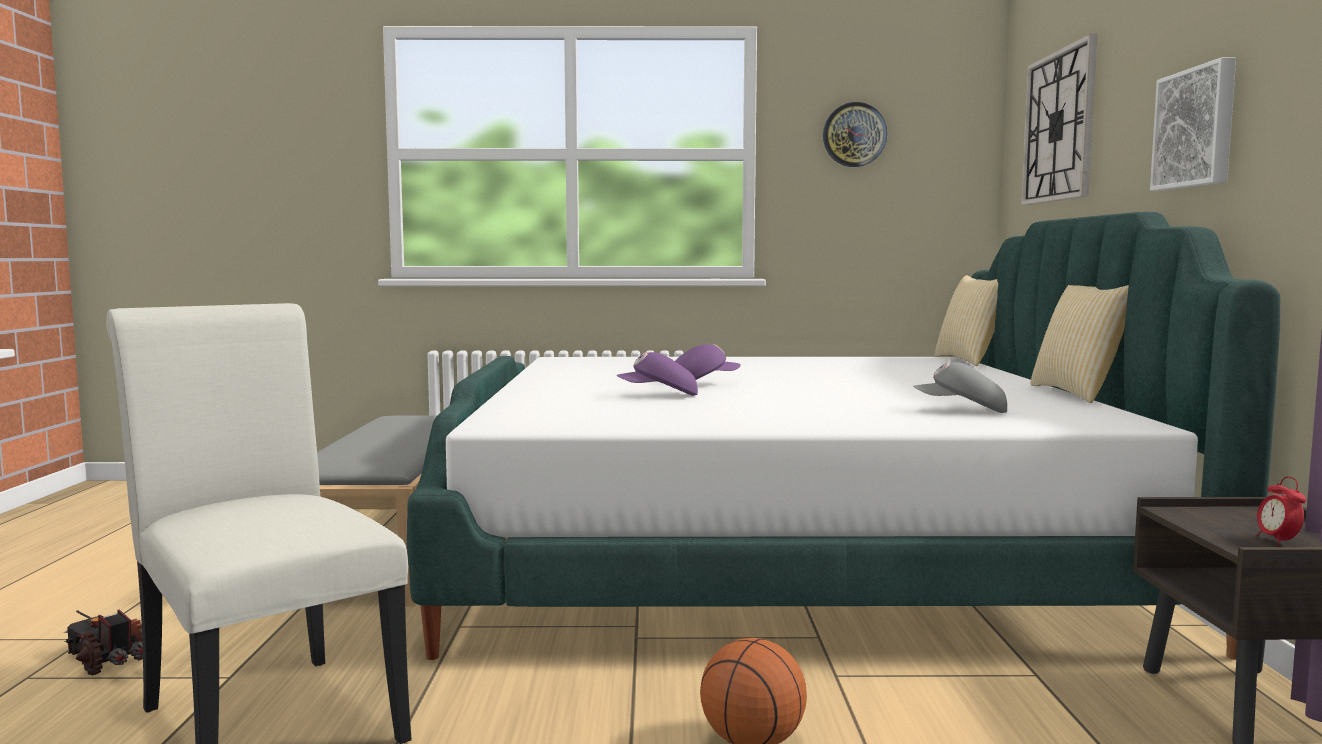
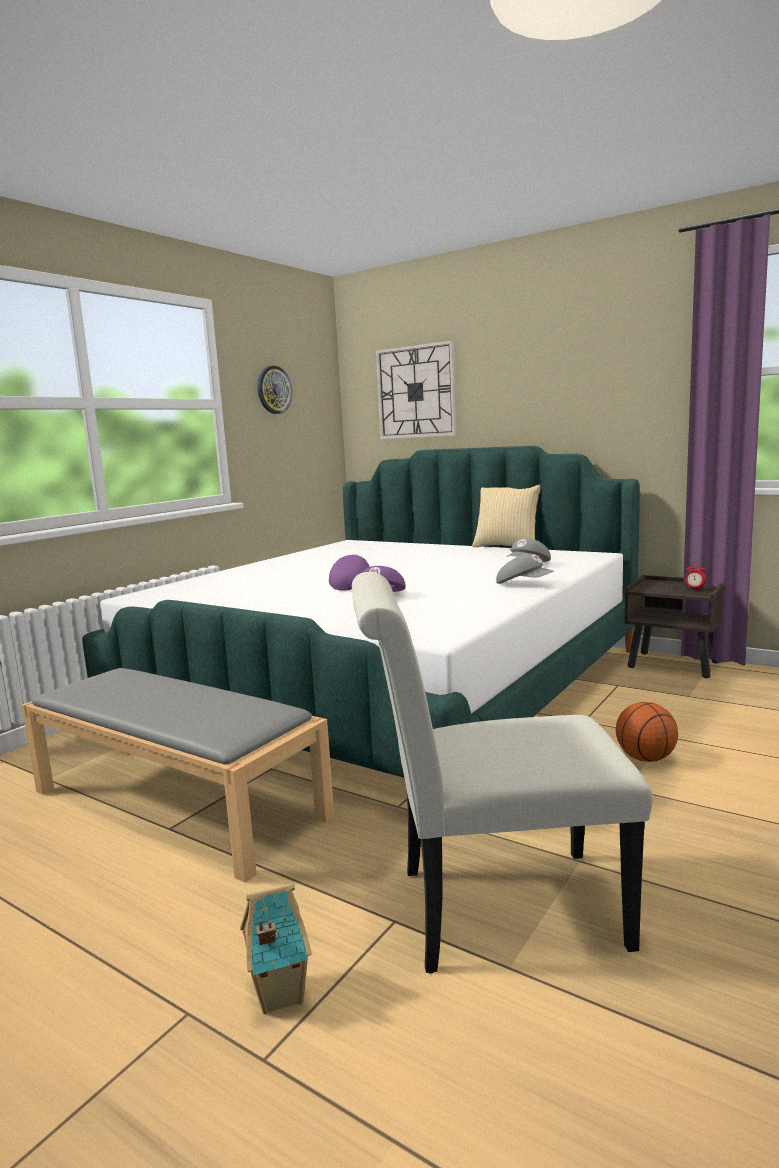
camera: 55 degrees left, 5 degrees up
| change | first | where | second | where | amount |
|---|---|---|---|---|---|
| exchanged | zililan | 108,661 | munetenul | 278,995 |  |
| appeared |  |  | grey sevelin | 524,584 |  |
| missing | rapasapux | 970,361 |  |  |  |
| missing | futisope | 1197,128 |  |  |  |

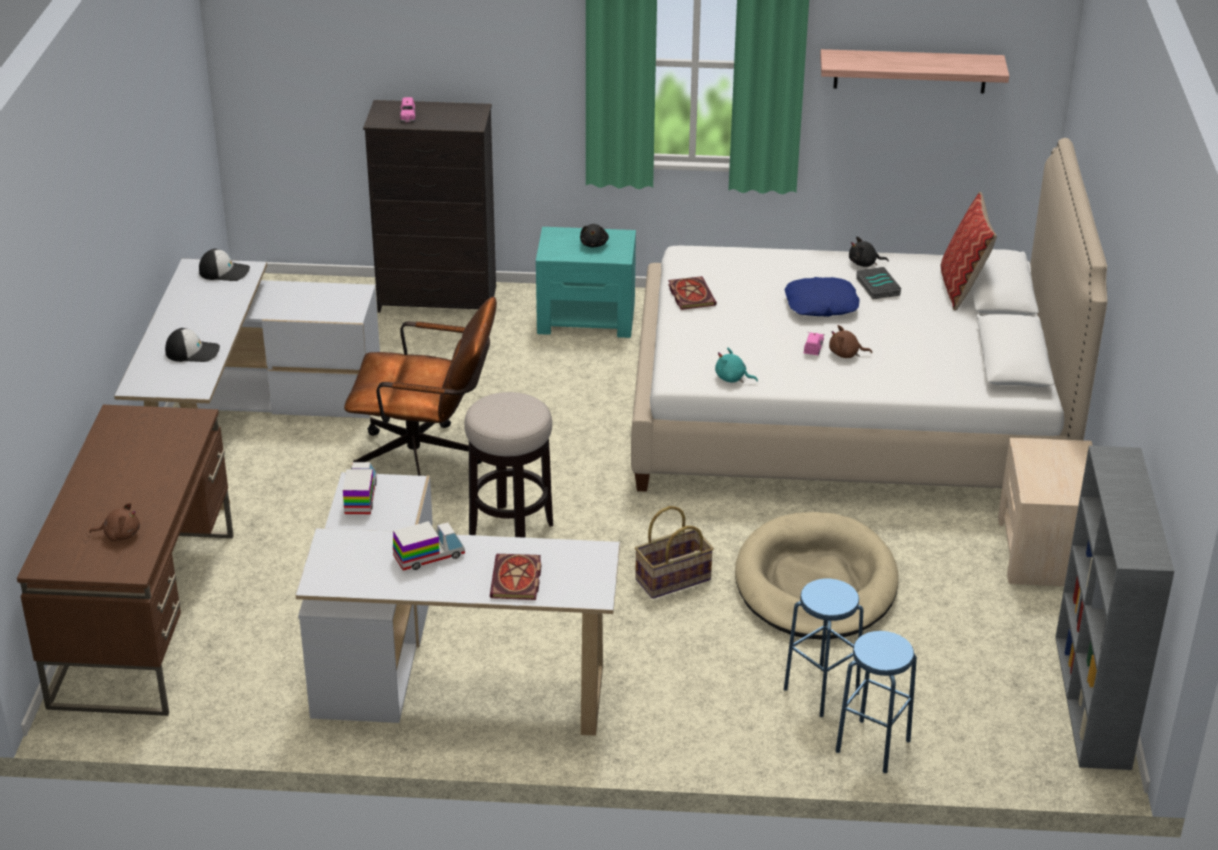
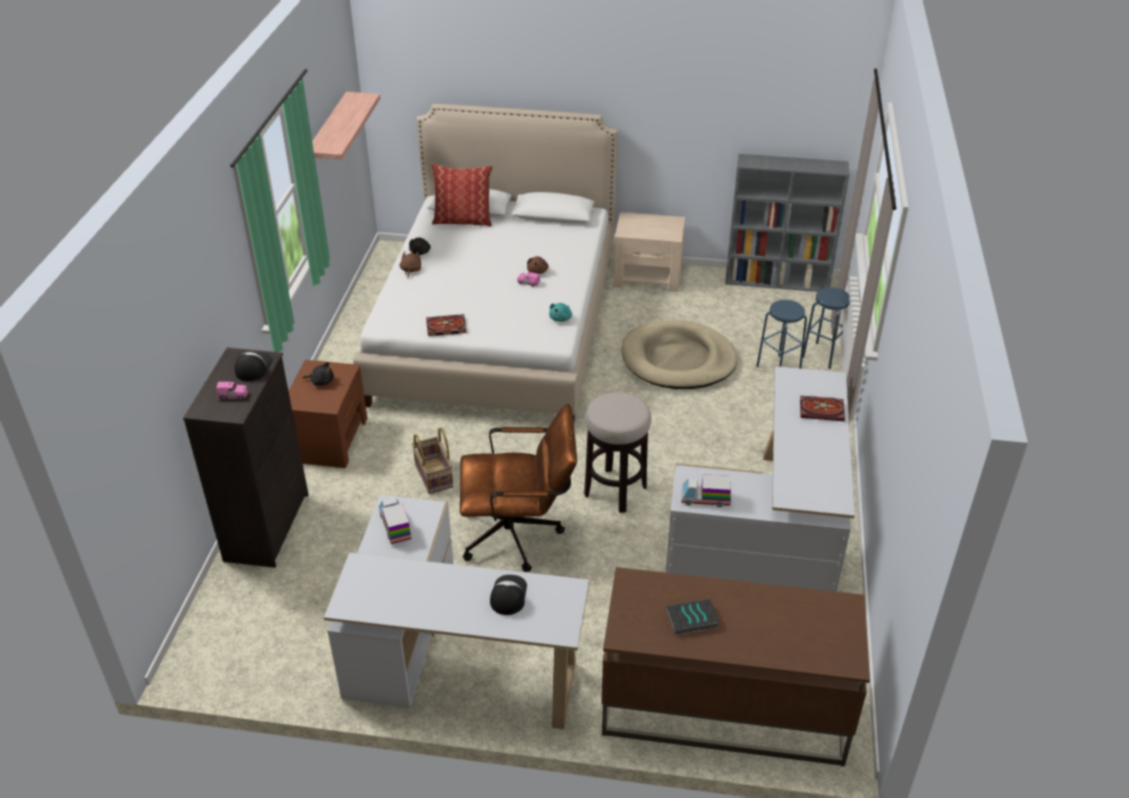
camera: 85 degrees left, 5 degrees up
| change | first | where | second | where | amount |
|---|---|---|---|---|---|
| relocated | sevelin | 224,271 |  | 253,367 |  |
| colour | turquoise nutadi | 587,318 | brown nutadi | 329,439 |  |
| relocated | zililan | 429,556 |  | 395,526 |  |
| relocated | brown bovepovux | 120,534 |  | 410,270 |  |
| relocated | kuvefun | 673,580 |  | 434,475 |  |
| spun | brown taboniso | 427,461 |  | 519,535 | 75 degrees clockwise |
| relocated | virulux | 876,286 |  | 691,620 |  |
| missing | blue rapasapux | 821,305 |  |  |  |

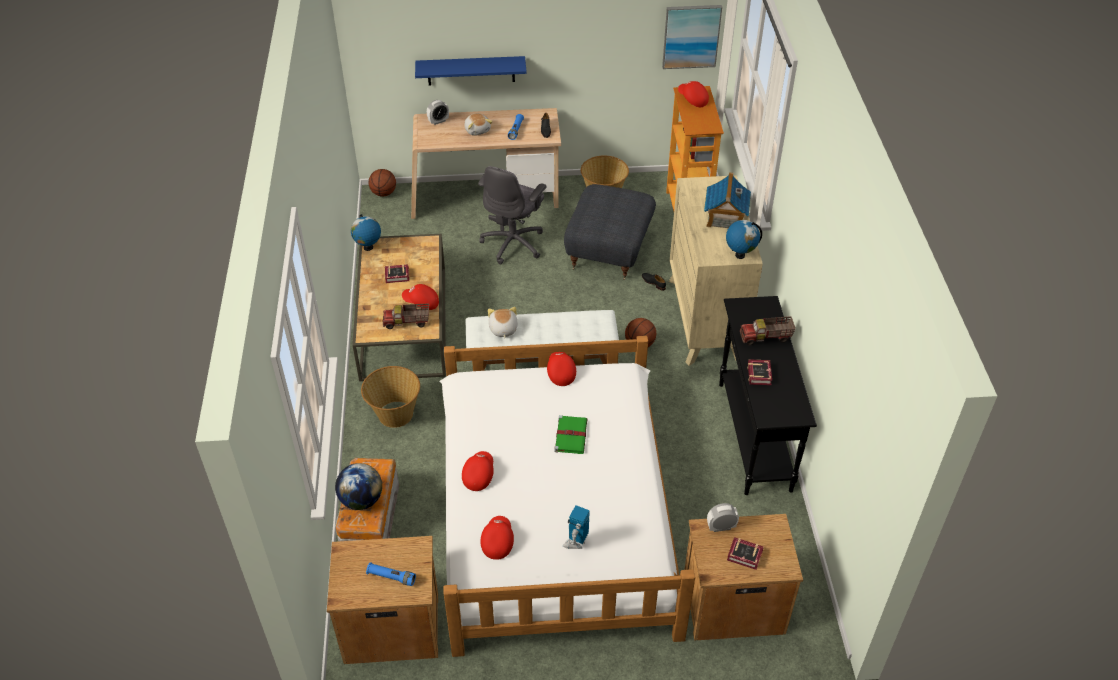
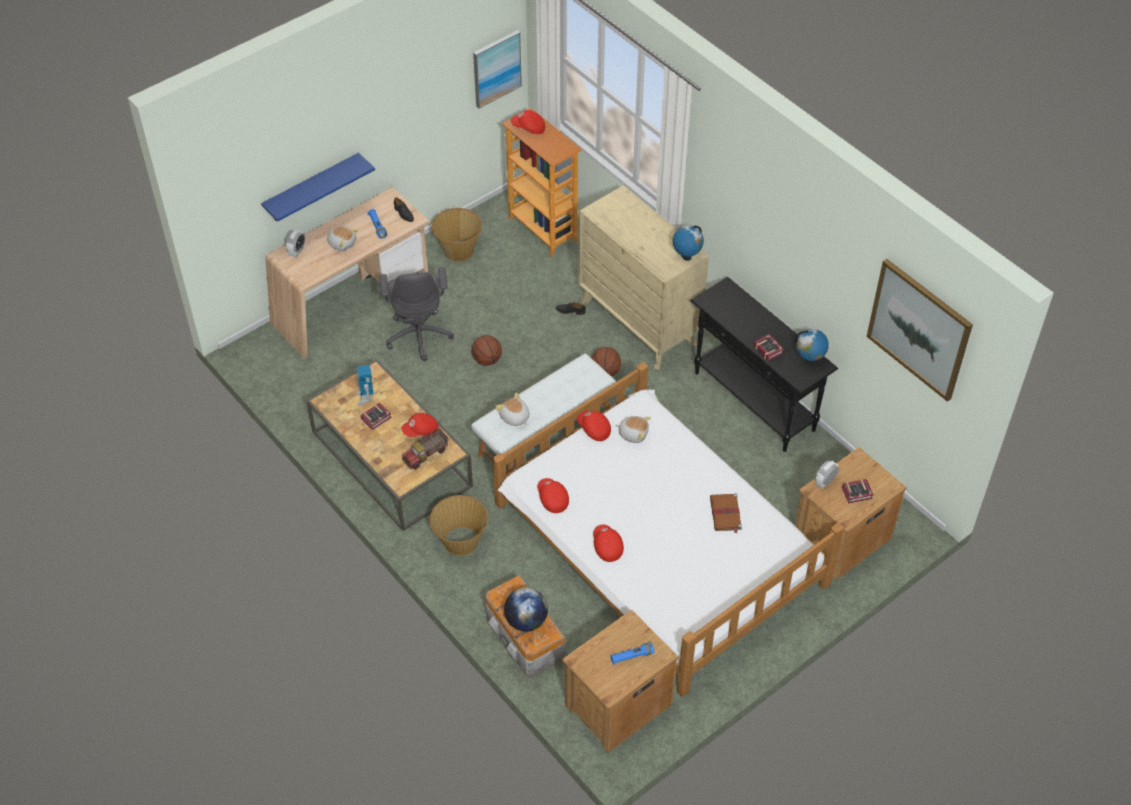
camera: 35 degrees left, 5 degrees up
| change | first | where | second | where | amount |
|---|---|---|---|---|---|
| relocated | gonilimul | 576,542 |  | 365,397 |  |
| relocated | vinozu | 383,193 |  | 487,360 |  |
| relocated | red sevelin | 497,542 |  | 552,499 |  |
| appeared |  |  | bovepovux | 633,433 |  |
| appeared |  |  | brown virulux | 725,514 |  |
| relocated | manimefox | 368,248 |  | 809,360 |  |
| appeared |  |  | futisope | 919,329 |  |
| missing | green virulux | 571,435 |  |  |  |
| missing | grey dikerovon | 610,251 |  |  |  |
| missing | munetenul | 725,218 |  |  |  |
| missing | zililan | 766,338 |  |  |  |

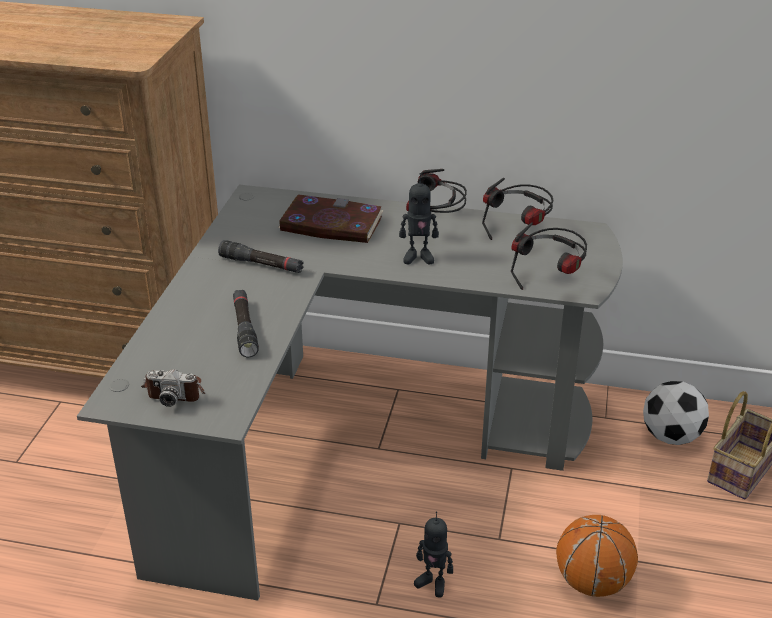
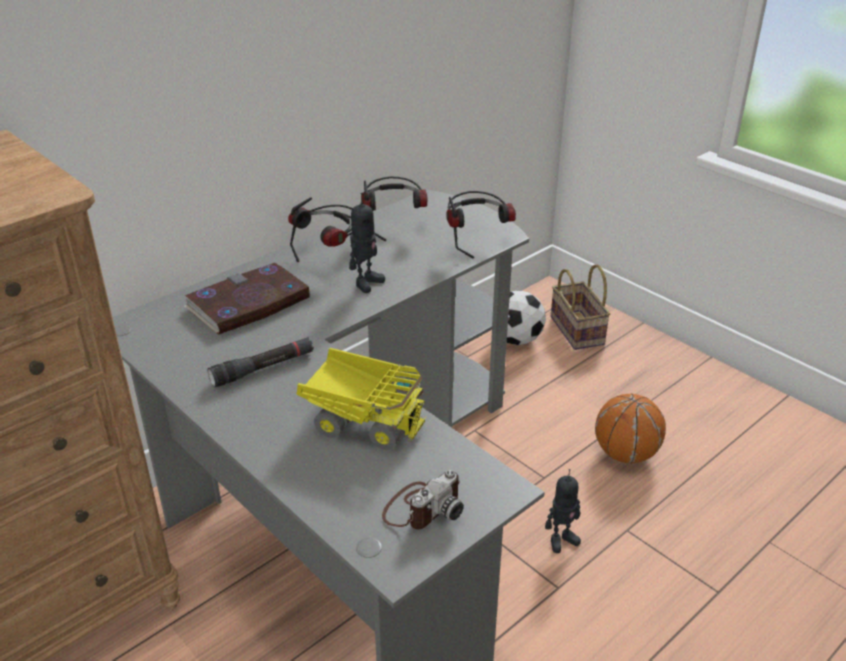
camera: 55 degrees left, 0 degrees up
| change | first | where | second | where | amount |
|---|---|---|---|---|---|
| exchanged | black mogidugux | 244,329 | zililan | 363,421 |  |

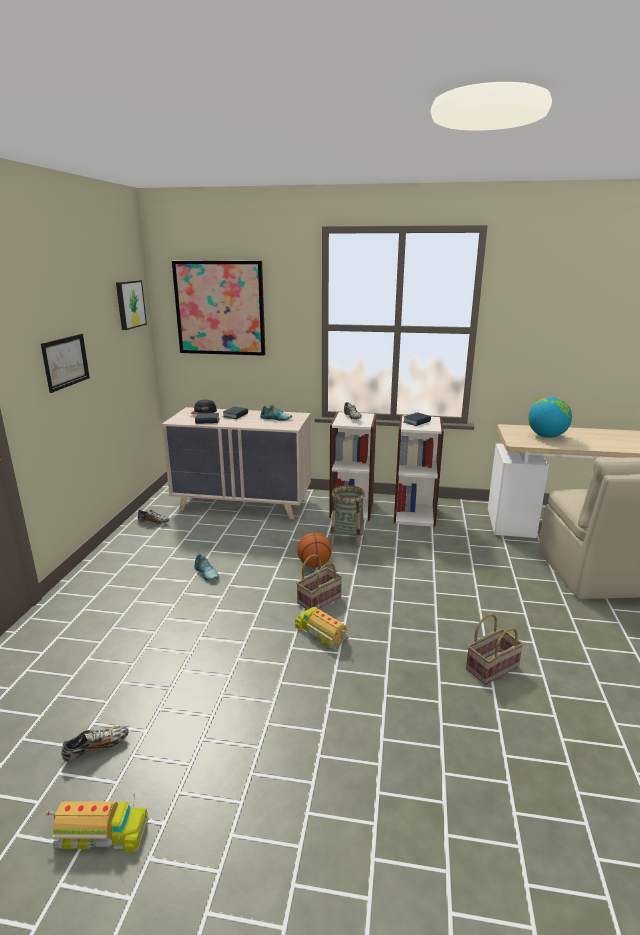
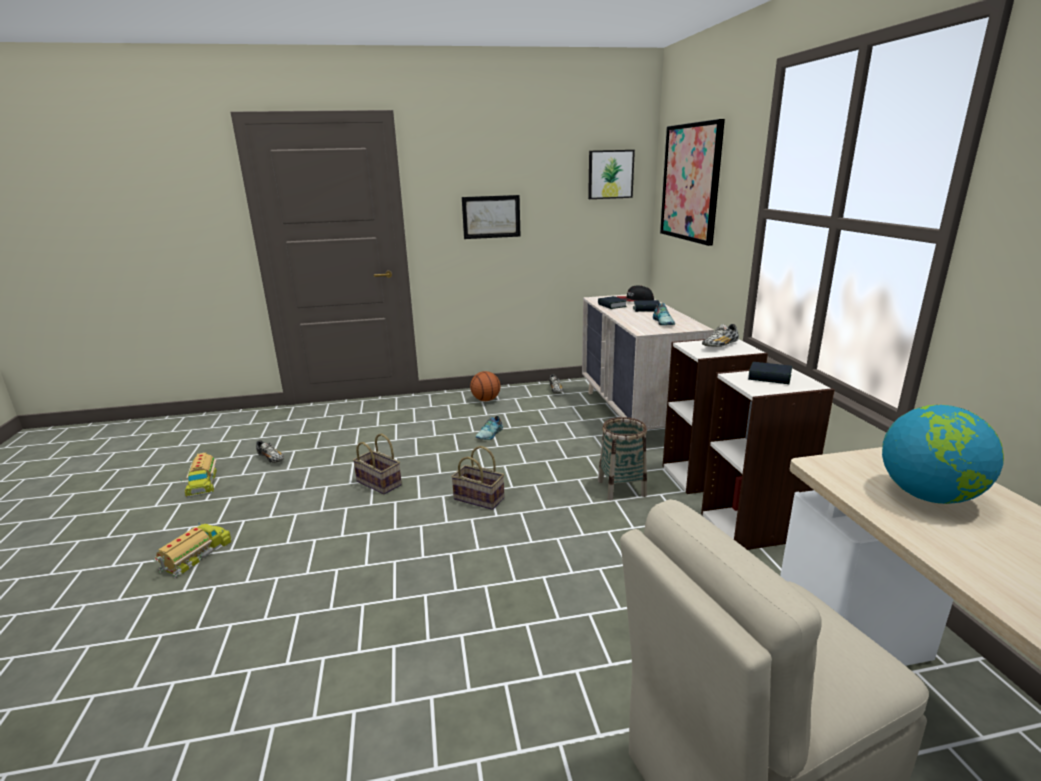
camera: 70 degrees right, 0 degrees up
| change | first | where | second | where | amount |
|---|---|---|---|---|---|
| relocated | zililan | 322,633 |  | 196,556 |  |
| relocated | kuvefun | 492,666 |  | 380,483 |  |
| relocated | vinozu | 314,564 |  | 486,400 |  |

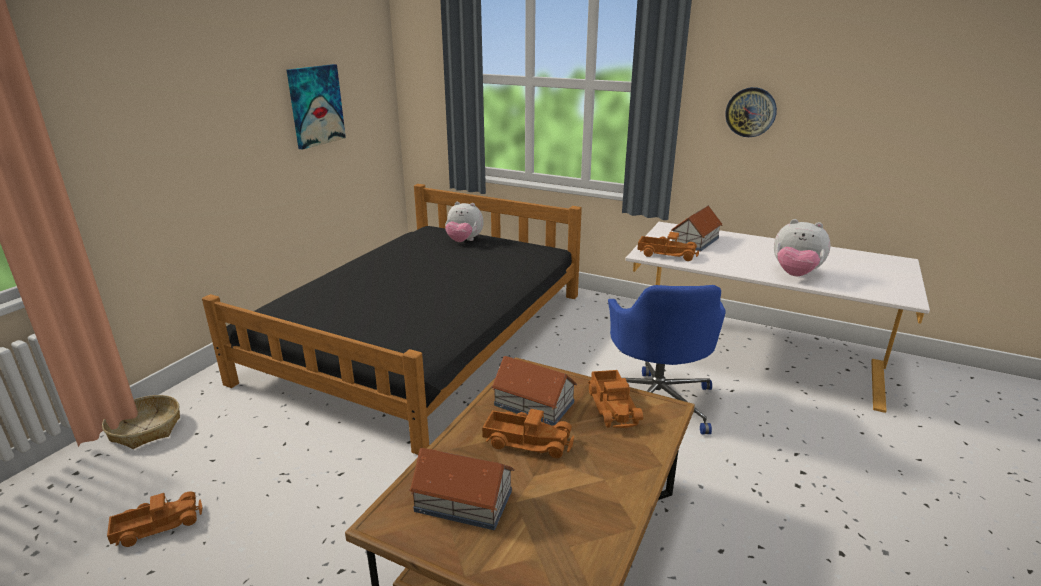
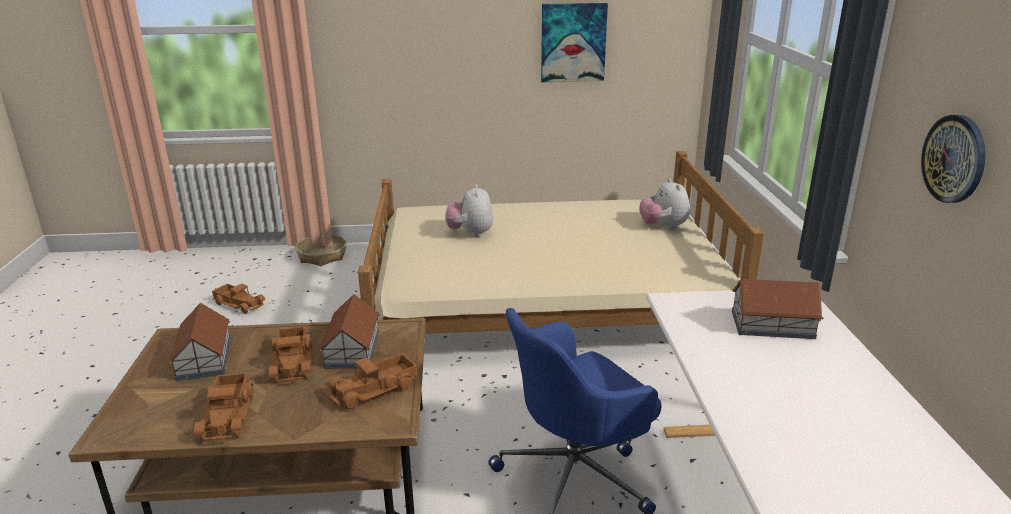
camera: 60 degrees right, 0 degrees up
| change | first | where | second | where | amount |
|---|---|---|---|---|---|
| relocated | zililan | 667,254 |  | 229,415 |  |
| colour | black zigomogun | 423,336 | beige zigomogun | 543,297 |  |
| relocated | bovepovux | 795,274 |  | 470,233 |  |

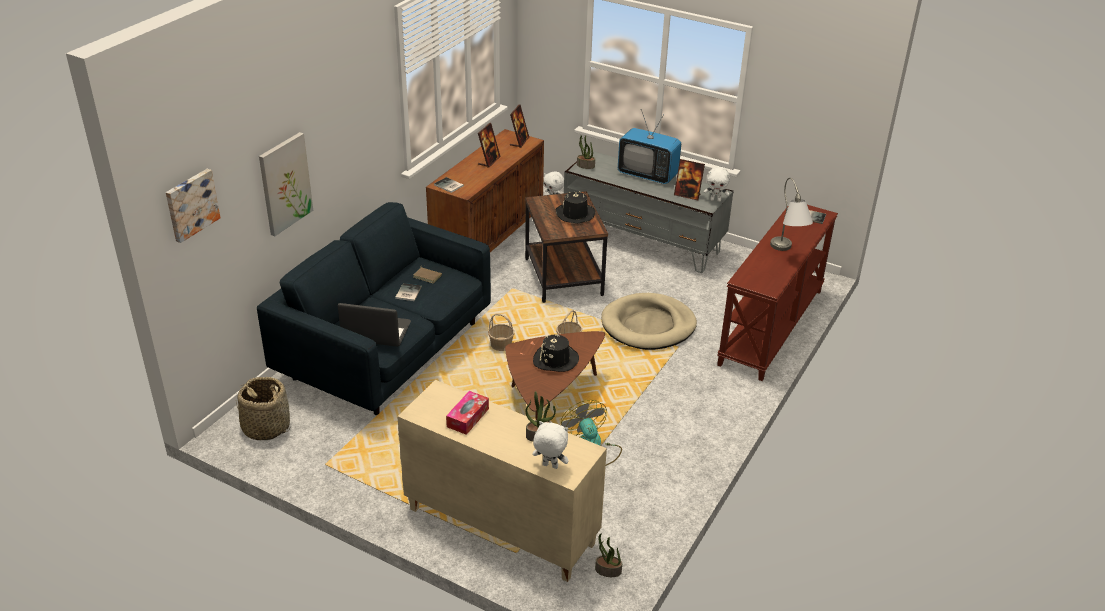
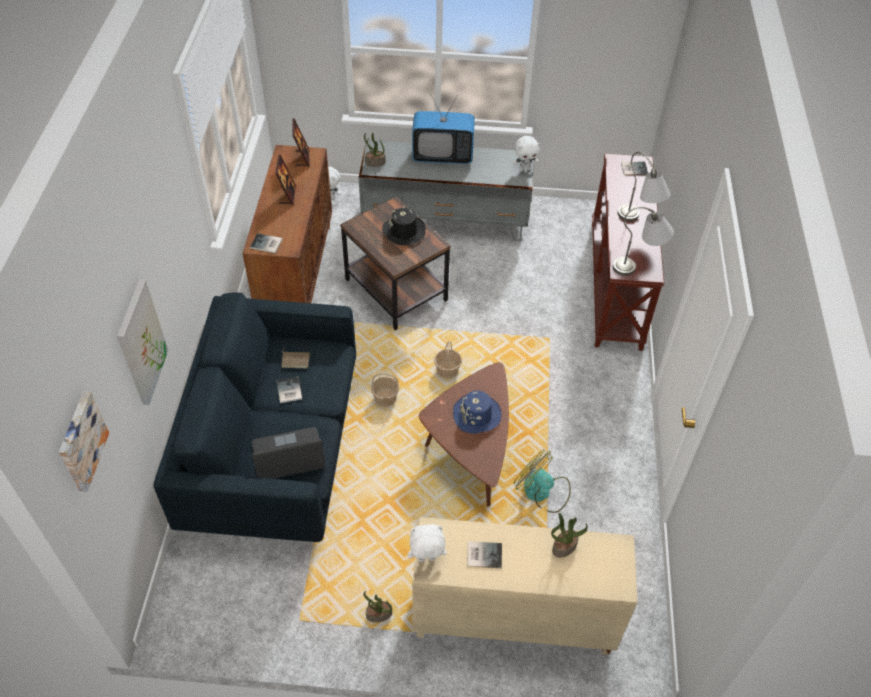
camera: 25 degrees left, 15 degrees up
| change | first | where | second | where | amount |
|---|---|---|---|---|---|
| relocated | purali | 607,571 |  | 379,615 |  |
| relocated | white bovepovux | 549,466 |  | 426,560 |  |
| colour | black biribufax | 555,360 | blue biribufax | 477,415 |  |
| exchanged | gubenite | 468,418 | virulux | 483,554 |  |
| appeared |  |  | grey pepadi | 639,266 |  |
| missing | kuvefun | 266,427 |  |  |  |
| missing | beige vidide | 648,325 |  |  |  |
| missing | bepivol | 687,195 |  |  |  |

